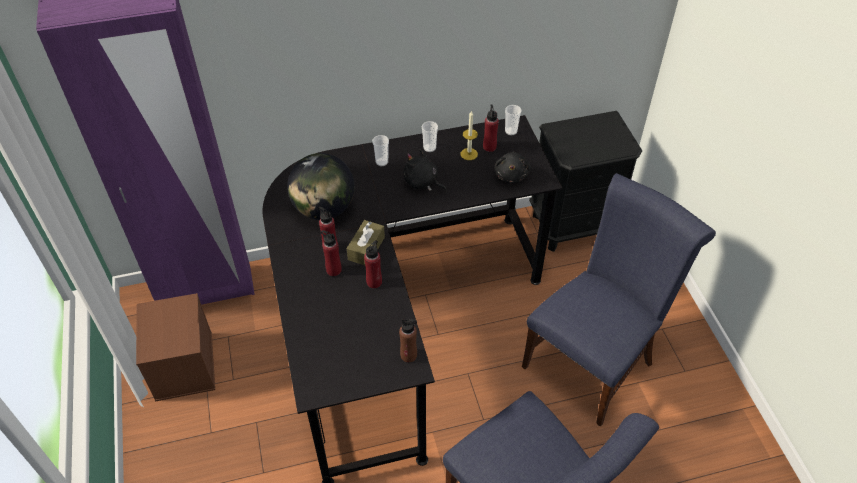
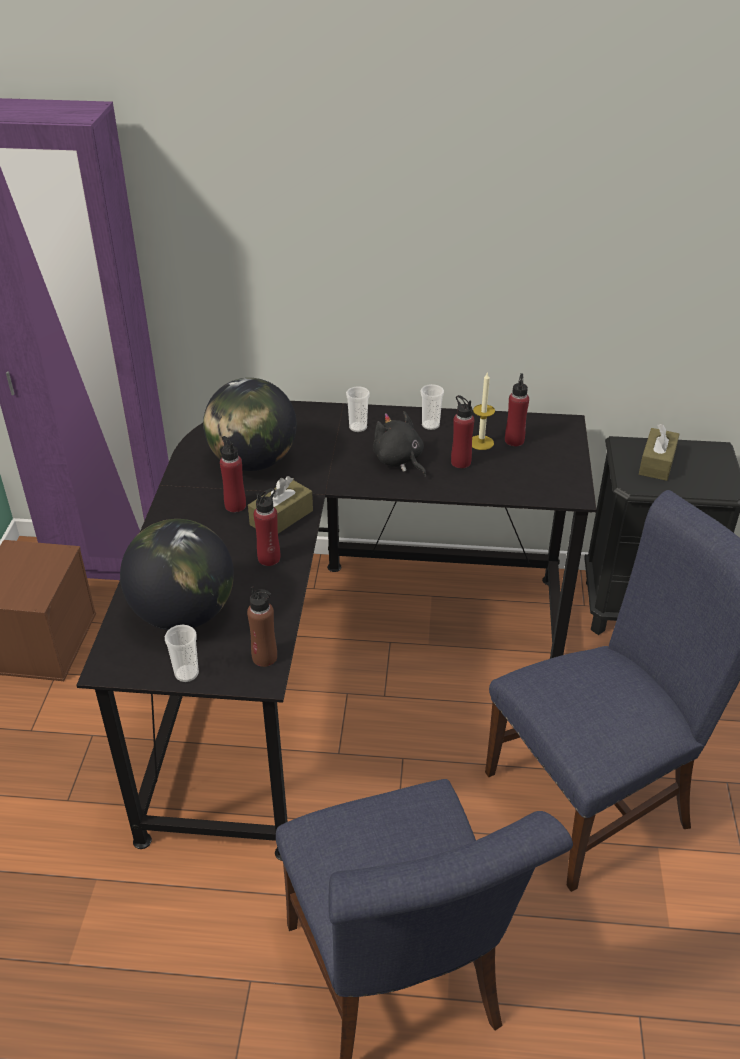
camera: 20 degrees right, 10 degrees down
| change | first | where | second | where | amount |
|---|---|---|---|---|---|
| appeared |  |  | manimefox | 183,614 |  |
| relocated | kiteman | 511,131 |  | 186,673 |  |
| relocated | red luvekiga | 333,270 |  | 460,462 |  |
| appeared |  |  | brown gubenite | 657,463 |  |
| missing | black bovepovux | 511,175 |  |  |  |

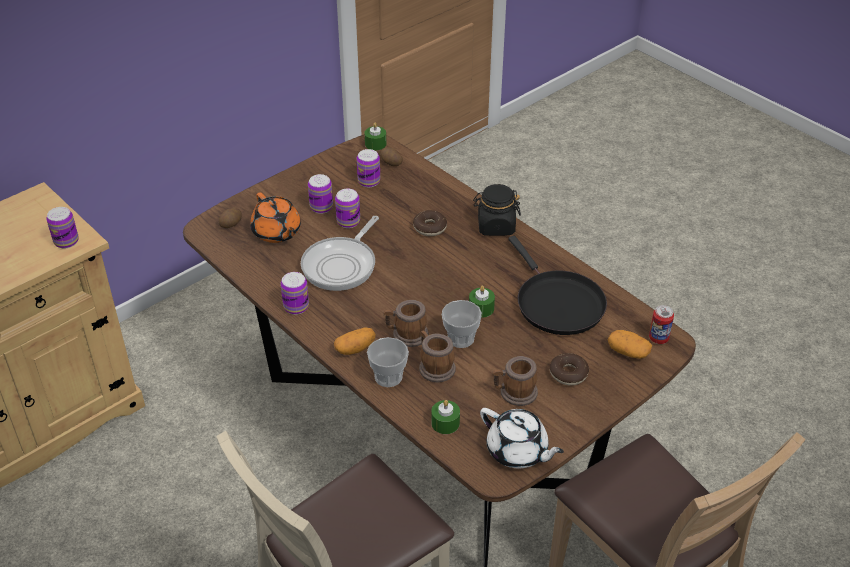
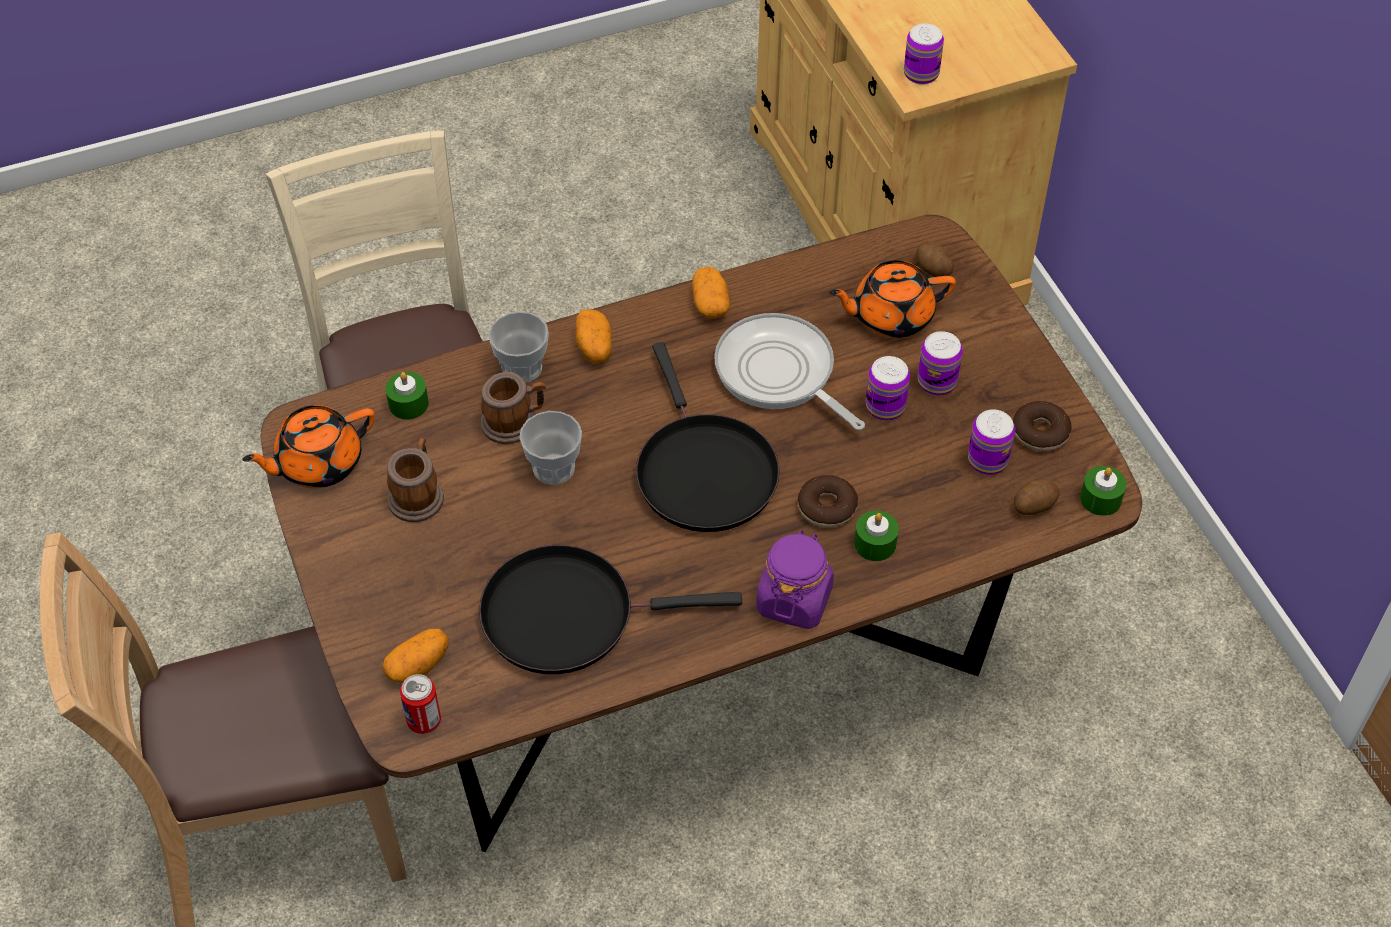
camera: 110 degrees right, 10 degrees up
| change | first | where | second | where | amount |
|---|---|---|---|---|---|
| colour | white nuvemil | 518,451 | orange nuvemil | 318,463 |  |
| appeared |  |  | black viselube | 703,471 |  |
| exchanged | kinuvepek | 296,306 | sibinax | 710,304 |  |
| colour | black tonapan | 496,226 | purple tonapan | 794,600 |  |
| relocated | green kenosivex | 481,308 |  | 875,544 |  |
| relocated | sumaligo | 568,374 |  | 1040,432 |  |
| missing | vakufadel | 406,335 |  |  |  |

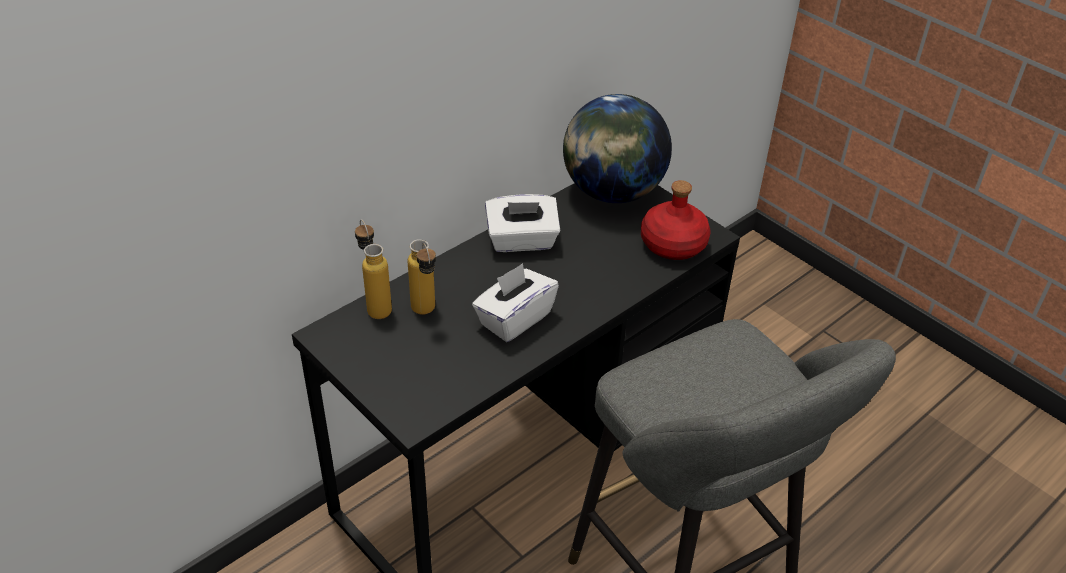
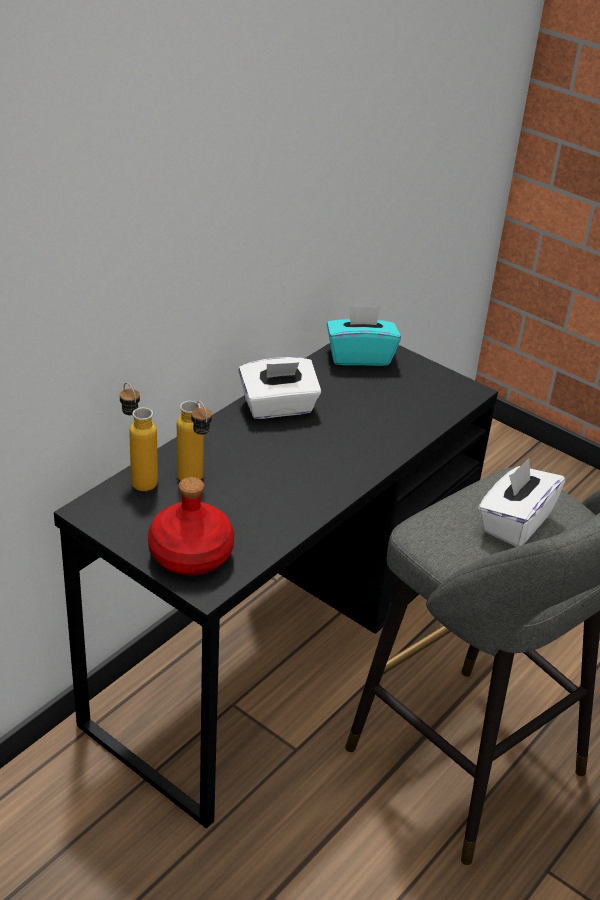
camera: 10 degrees left, 5 degrees down
| change | first | where | second | where | amount |
|---|---|---|---|---|---|
| relocated | red luvekiga | 673,245 |  | 191,555 |  |
| exchanged | manimefox | 612,192 | turquoise gubenite | 360,356 |  |
| relocated | white gubenite | 514,319 |  | 515,522 |  |

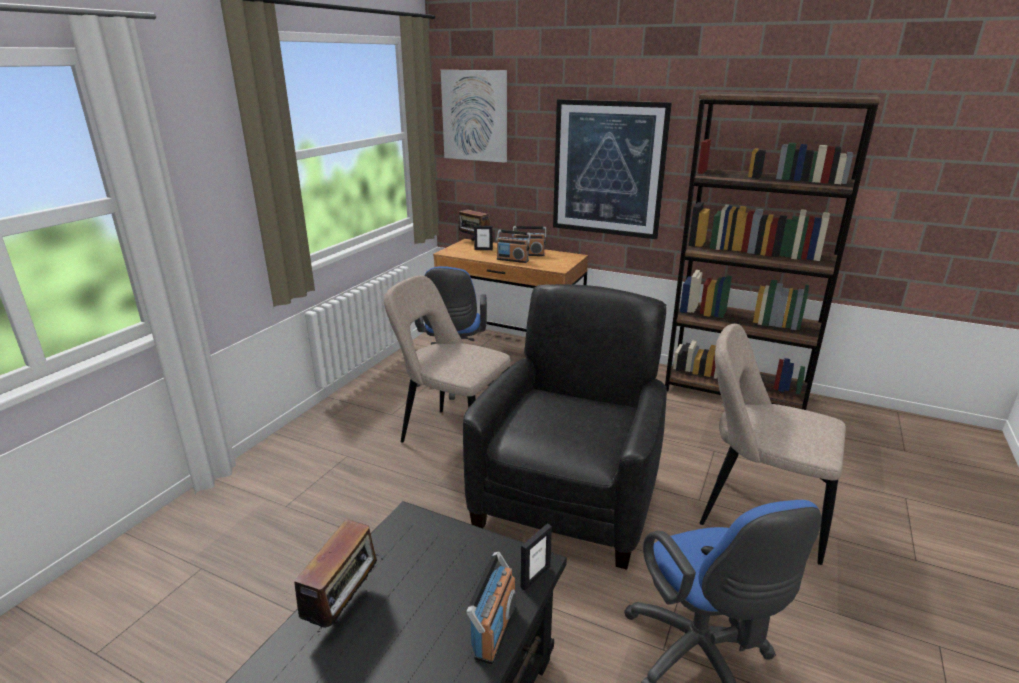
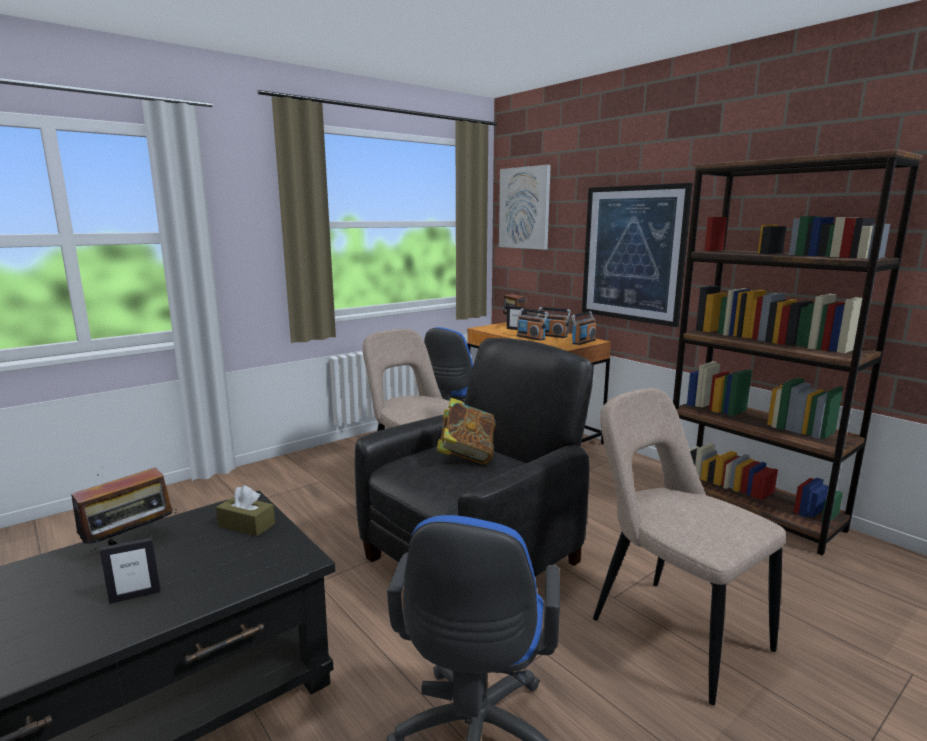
camera: 25 degrees right, 10 degrees down
| change | first | where | second | where | amount |
|---|---|---|---|---|---|
| relocated | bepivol | 535,577 |  | 135,595 |  |
| appeared |  |  | brown gubenite | 246,525 |  |
| appeared |  |  | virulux | 466,455 |  |
| relocated | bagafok | 494,630 |  | 583,342 |  |

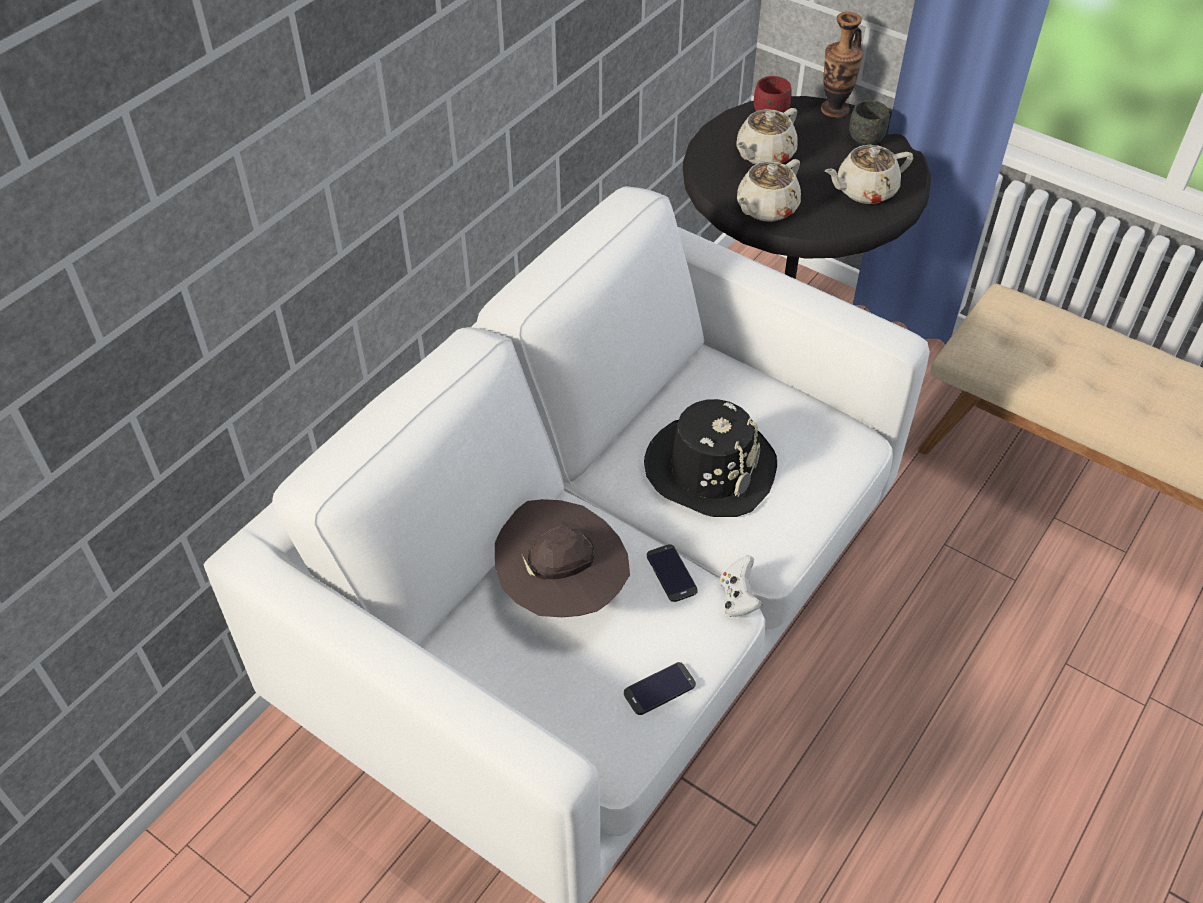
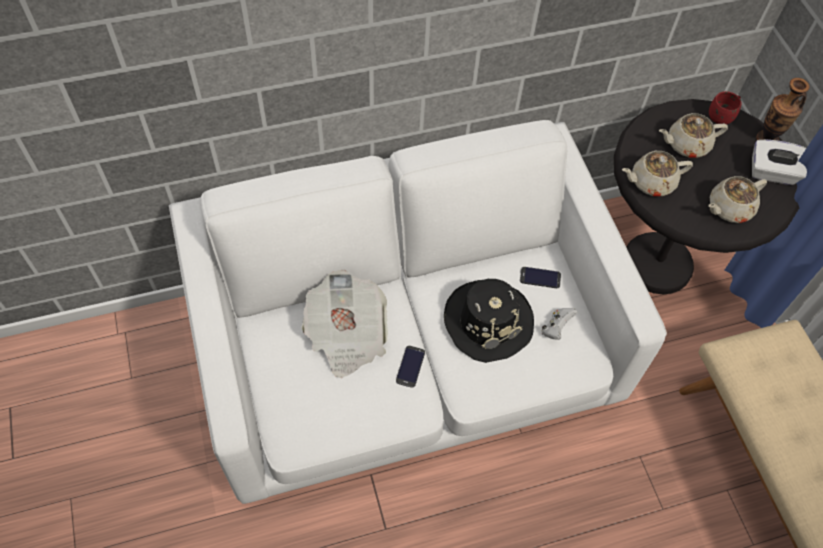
camera: 35 degrees right, 10 degrees up
| change | first | where | second | where | amount |
|---|---|---|---|---|---|
| exchanged | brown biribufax | 563,590 | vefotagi | 346,336 |  |
| relocated | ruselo | 659,689 |  | 540,277 |  |
| relocated | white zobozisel | 738,598 |  | 556,328 |  |
| spun | beige nuvemil | 864,191 |  | 729,208 | 45 degrees counterclockwise |
| exchanged | grey vakufadel | 870,137 | white gubenite | 771,173 |  |

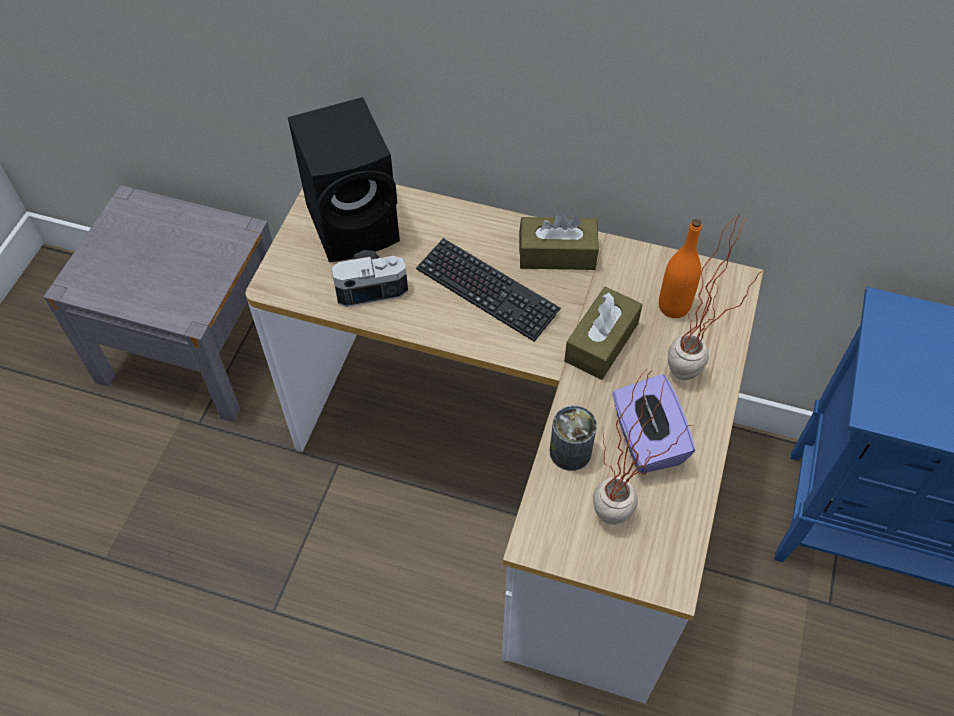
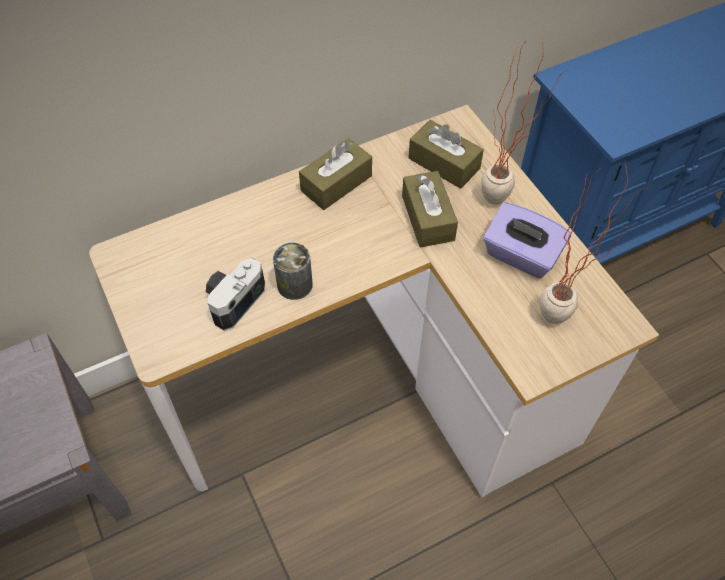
camera: 45 degrees left, 0 degrees up
| change | first | where | second | where | amount |
|---|---|---|---|---|---|
| relocated | kinuvepek | 570,452 |  | 295,285 |  |
| exchanged | orange luvekiga | 673,306 | brown gubenite | 444,163 |  |
| missing | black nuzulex | 356,223 |  |  |  |
| missing | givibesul | 487,291 |  |  |  |

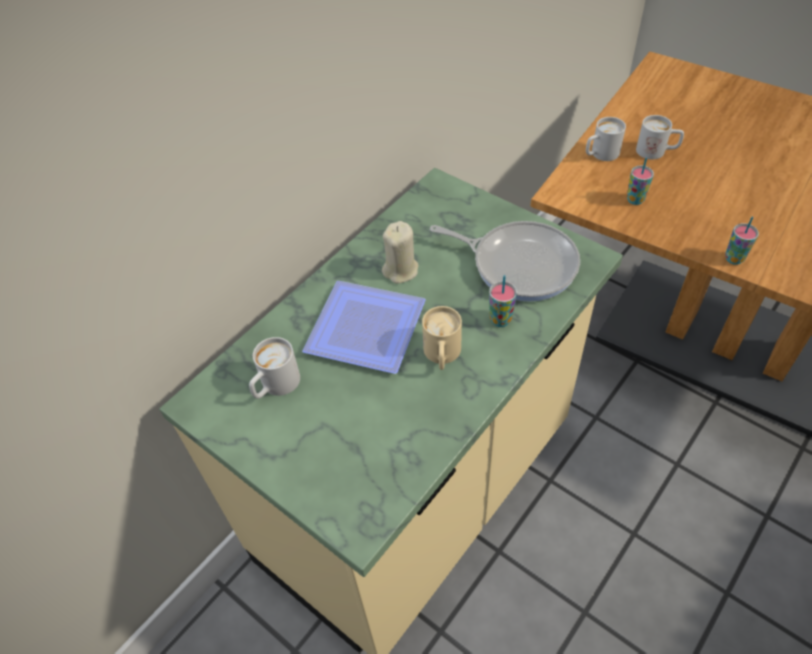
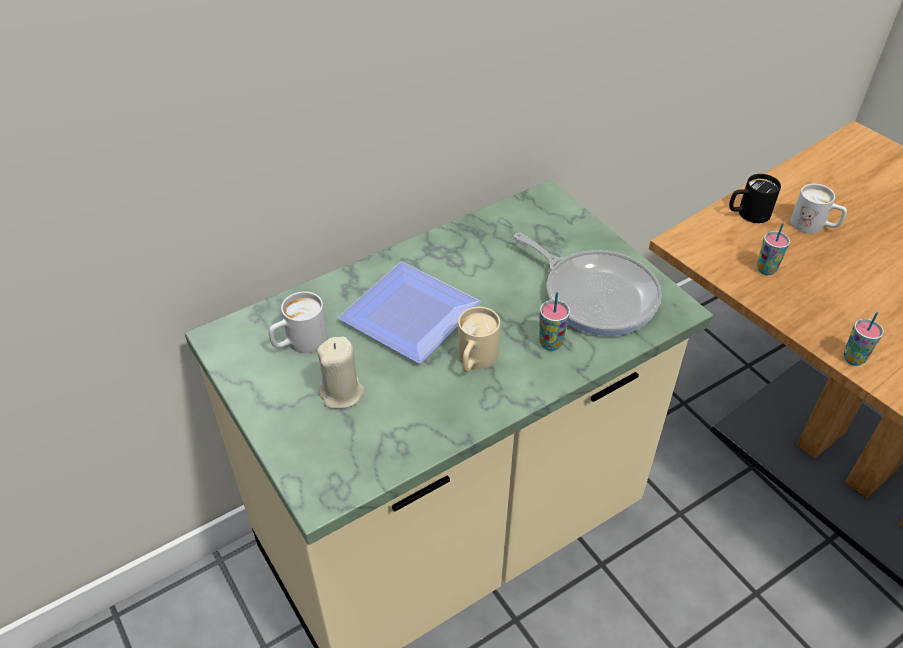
camera: 15 degrees right, 5 degrees down
| change | first | where | second | where | amount |
|---|---|---|---|---|---|
| relocated | beige kenosivex | 401,270 |  | 342,393 |  |
| colour | white vakufadel | 600,154 | black vakufadel | 747,214 |  |

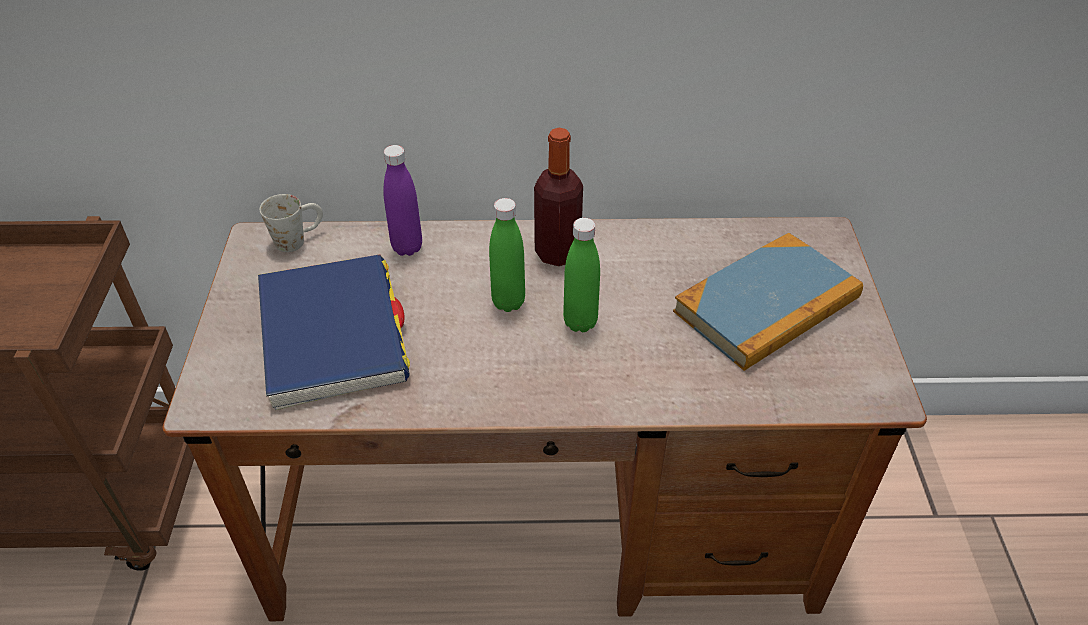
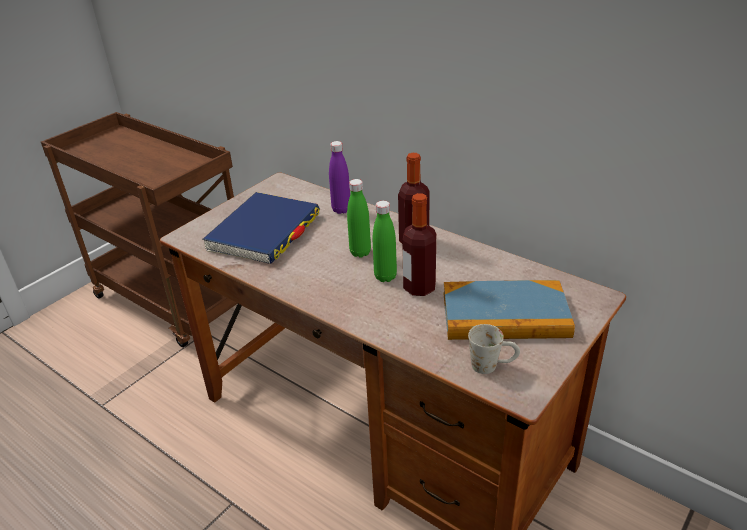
camera: 40 degrees right, 10 degrees down
| change | first | where | second | where | amount |
|---|---|---|---|---|---|
| appeared |  |  | luvekiga | 419,287 |  |
| relocated | white vakufadel | 298,239 |  | 492,365 |  |

